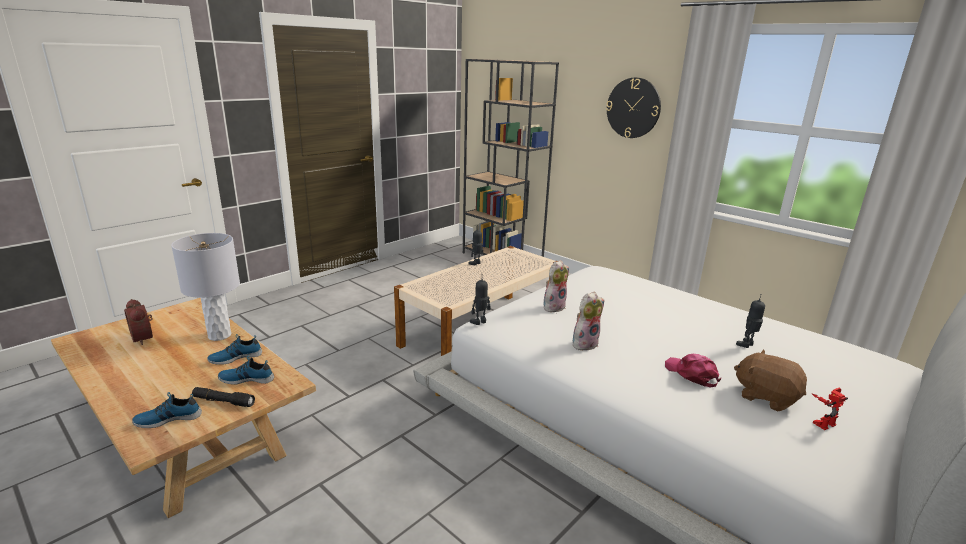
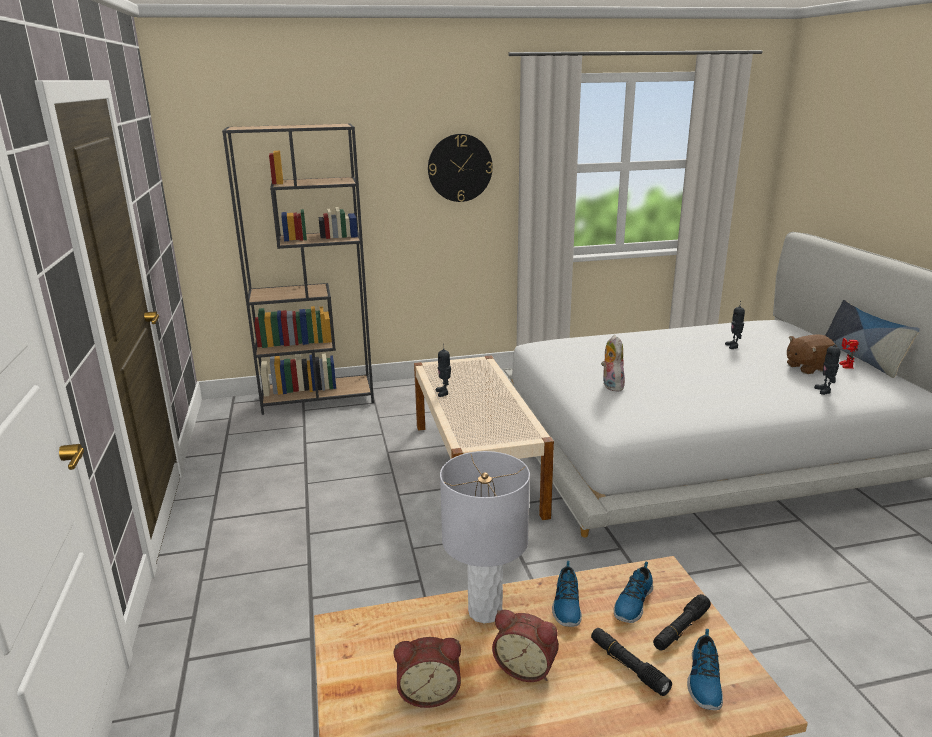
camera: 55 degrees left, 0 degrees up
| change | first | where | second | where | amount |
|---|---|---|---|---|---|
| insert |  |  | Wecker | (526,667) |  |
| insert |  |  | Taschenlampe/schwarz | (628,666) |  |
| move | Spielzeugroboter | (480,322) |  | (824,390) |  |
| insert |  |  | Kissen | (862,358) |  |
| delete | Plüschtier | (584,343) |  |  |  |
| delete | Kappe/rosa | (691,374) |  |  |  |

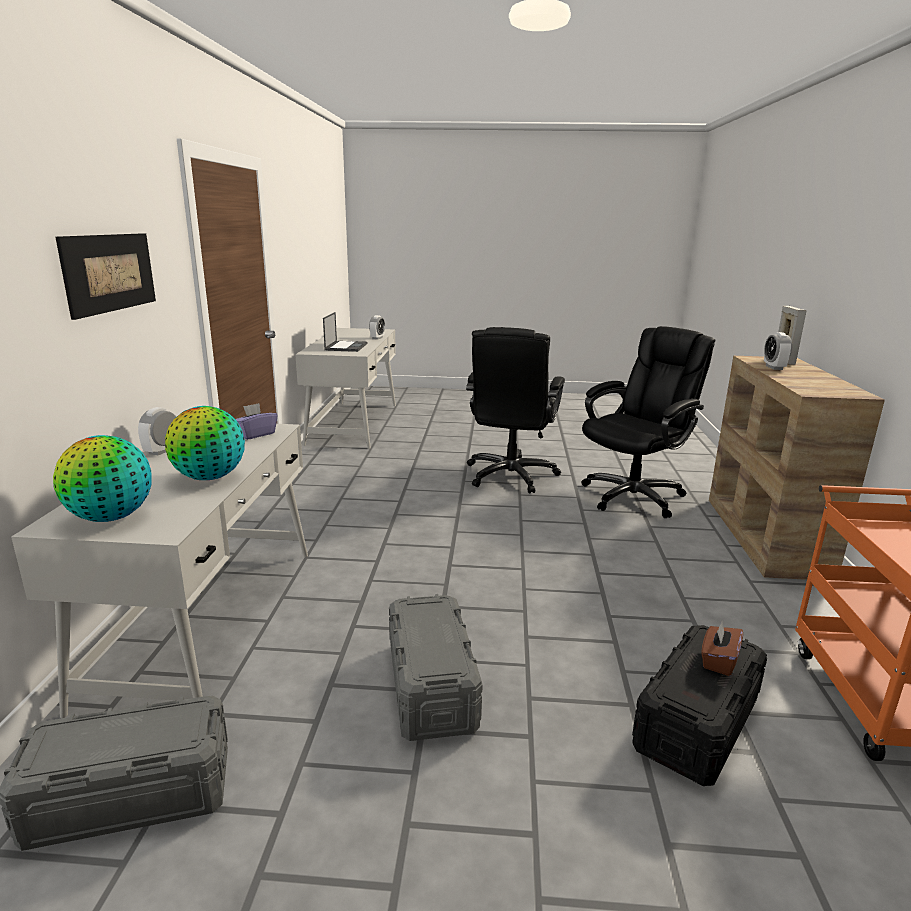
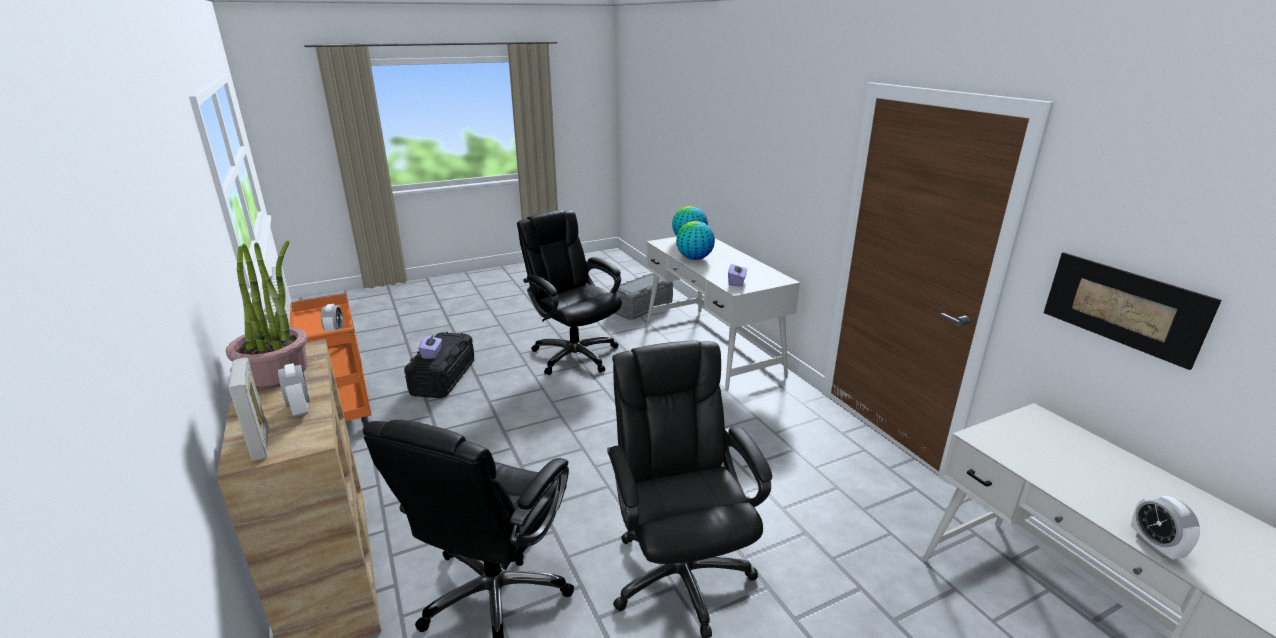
camera: 150 degrees right, 5 degrees up
| change | first | where | second | where | amount |
|---|---|---|---|---|---|
| insert |  |  | Topfpflanze | (276,370) |  |
| move | Wecker | (162,451) |  | (335,334) |  |
| recolor | Taschentuchbox/braun | (718,661) | Taschentuchbox/lila | (432,354) |  |
| replace | Aufbewahrungsbox/grau | (431,686) | Bürostuhl/schwarz | (574,355) |  |
| move | Bild | (110,272) |  | (1123,306) |  |
| delete | Laptop | (346,347) |  |  |  |

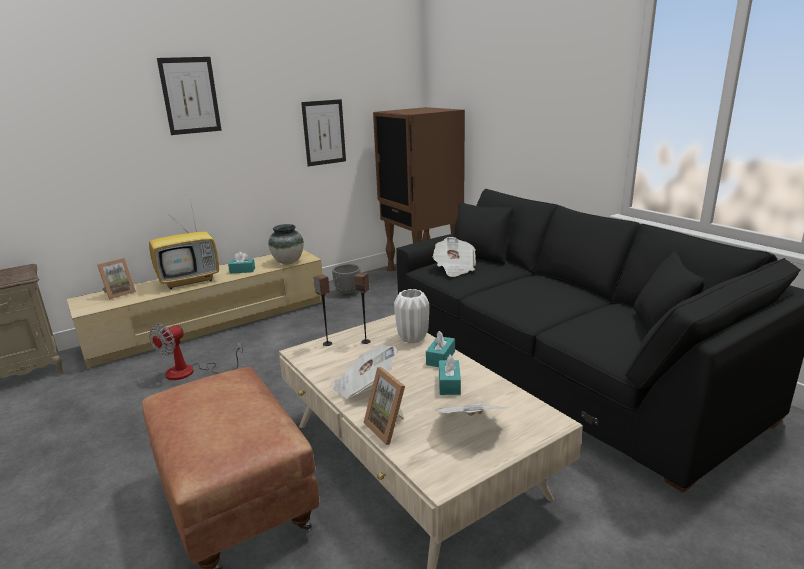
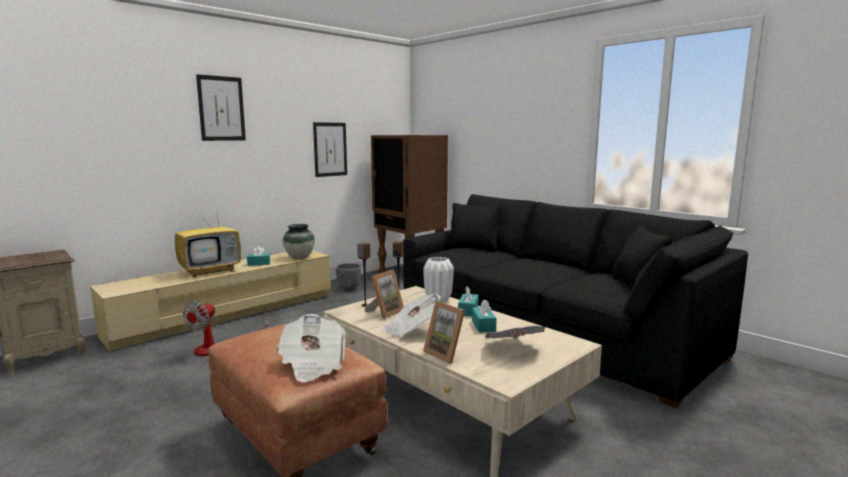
camera: 10 degrees left, 10 degrees down
| change | first | where | second | where | amount |
|---|---|---|---|---|---|
| move | Zeitung | (454,268) |  | (312,365) |  |
| move | Bilderrahmen | (119,293) |  | (385,312) |  |

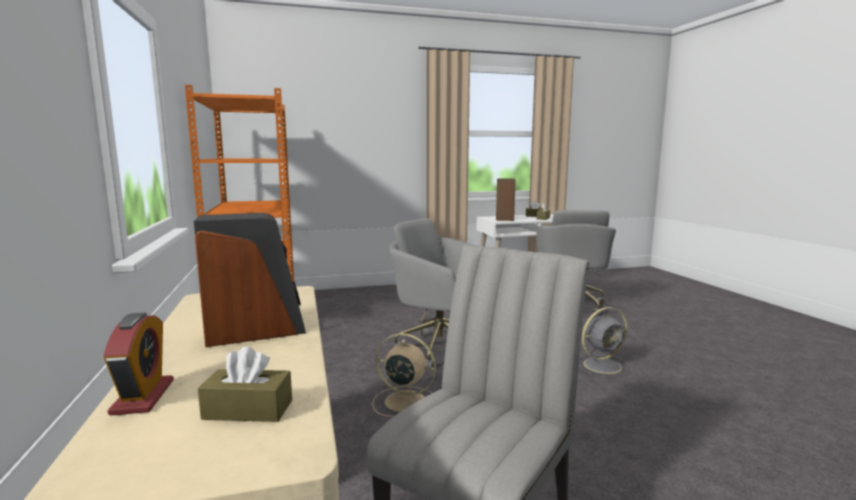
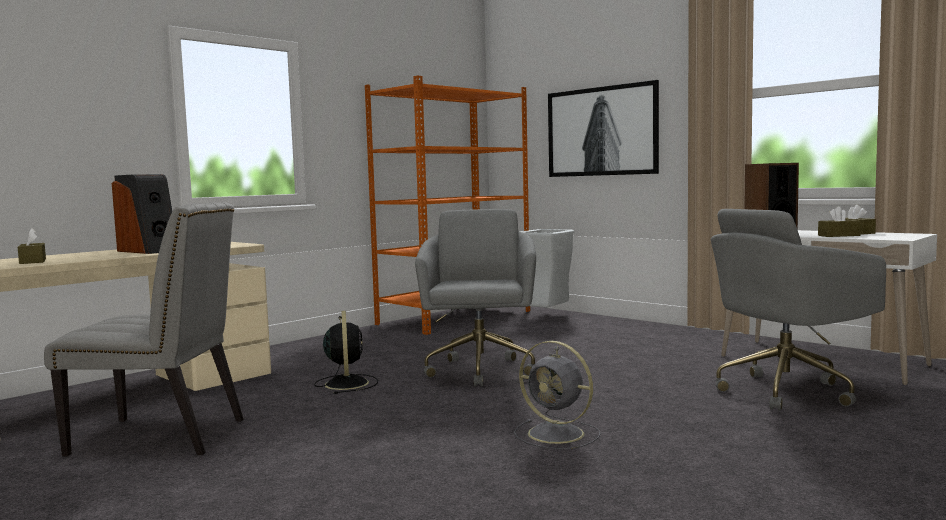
camera: 60 degrees right, 5 degrees down
| change | first | where | second | where | amount |
|---|---|---|---|---|---|
| recolor | Ventilator/beige | (403,401) | Ventilator/schwarz | (346,383) |  |
| insert |  |  | Mülleimer/grau | (547,316) |  |
| insert |  |  | Bild | (602,131) |  |
| delete | Wecker | (143,397) |  |  |  |

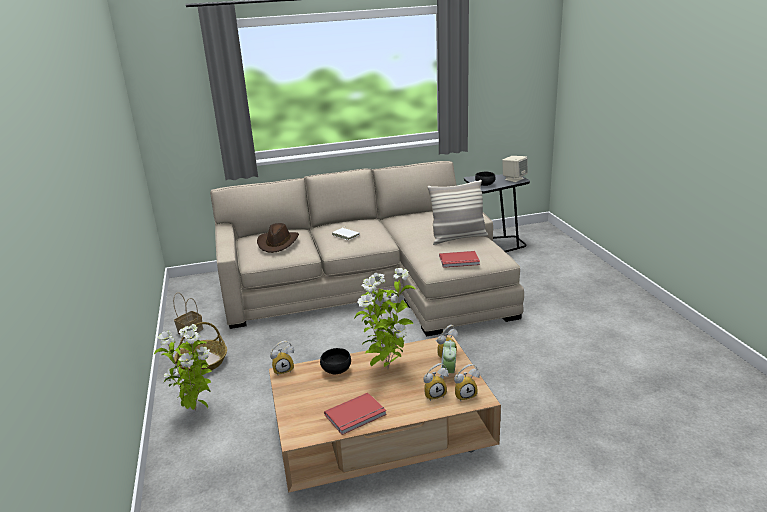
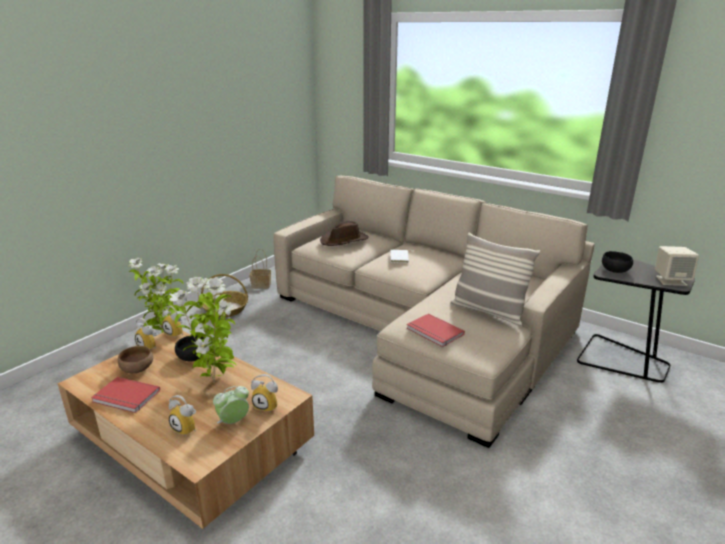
camera: 50 degrees right, 0 degrees up
| change | first | where | second | where | amount |
|---|---|---|---|---|---|
| insert |  |  | Schüssel/braun | (138,369) |  |
| move | Wecker | (465,394) |  | (150,347) |  |

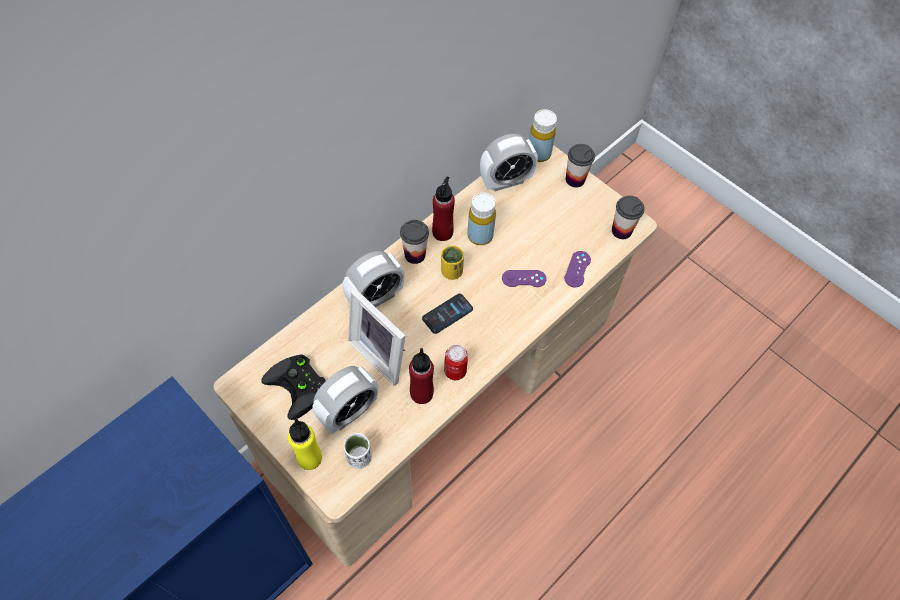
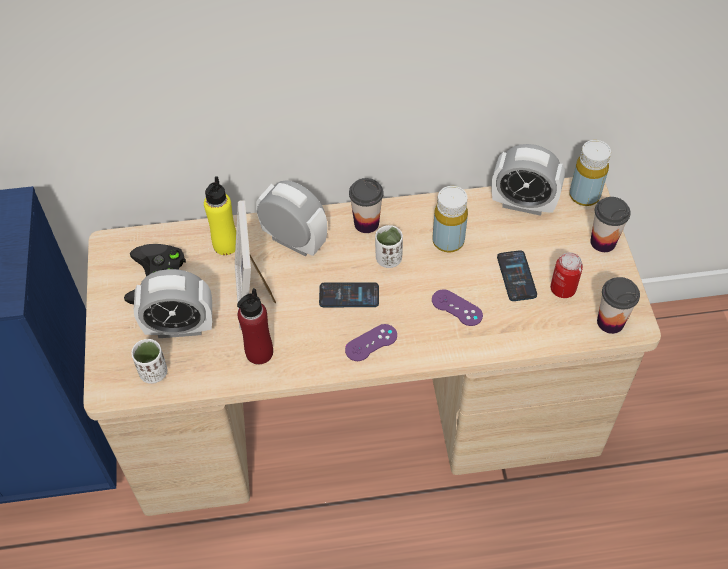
camera: 40 degrees right, 5 degrees down
| change | first | where | second | where | amount |
|---|---|---|---|---|---|
| move | Flasche/gelb | (309,458) |  | (225,245) |  |
| rotate | Wecker | (375,298) |  | (294,241) | 150 degrees counterclockwise |
| move | Gamepad/lila | (577,269) |  | (371,343) |  |
| recolor | Tasse/gelb | (451,272) | Tasse/weiß | (388,259) |  |
| insert |  |  | Handy | (516,276) |  |
| move | Dose | (455,371) |  | (562,289) |  |
| delete | Flasche/rot | (442,232) |  |  |  |

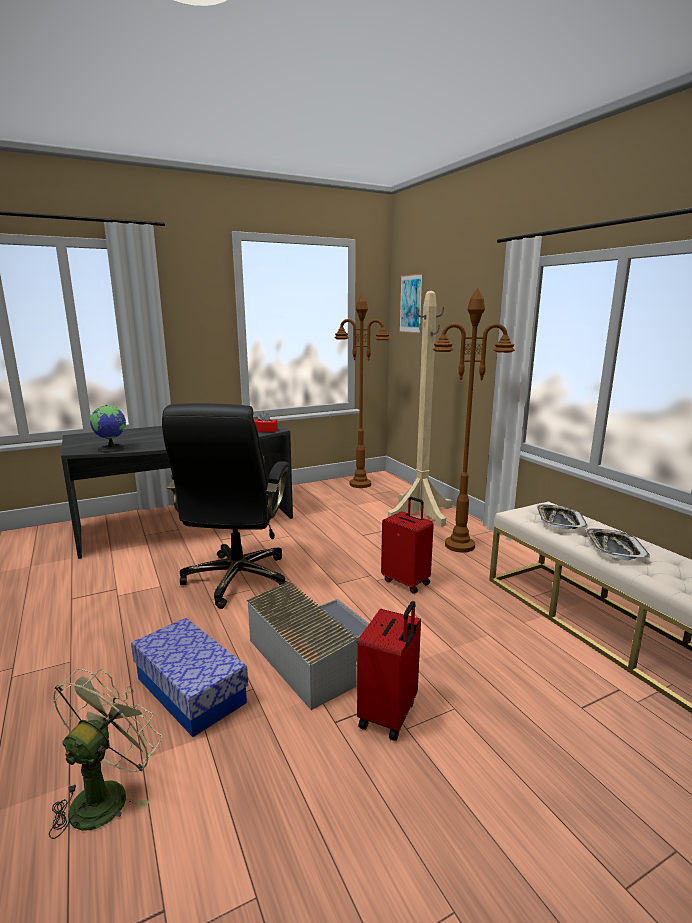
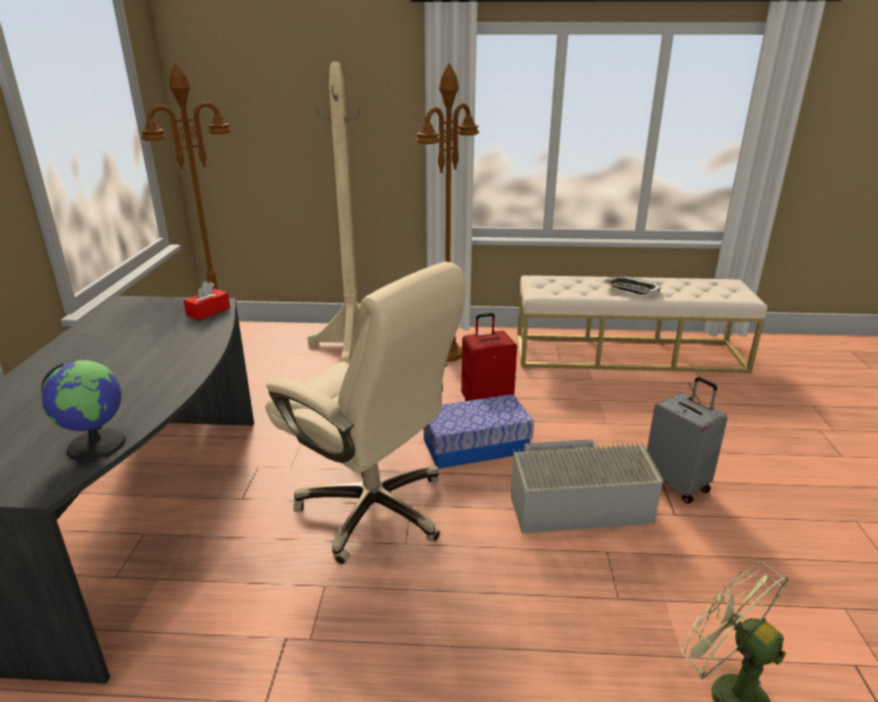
camera: 60 degrees left, 10 degrees up
| change | first | where | second | where | amount |
|---|---|---|---|---|---|
| recolor | Bürostuhl/schwarz | (238,577) | Bürostuhl/beige | (370,508) |  |
| move | Aufbewahrungsbox | (191,690) |  | (475,446) |  |
| recolor | Koffer/rot | (389,715) | Koffer/grau | (677,484) |  |
| delete | Bild | (411,304) |  |  |  |
| delete | Tablett | (559,521) |  |  |  |

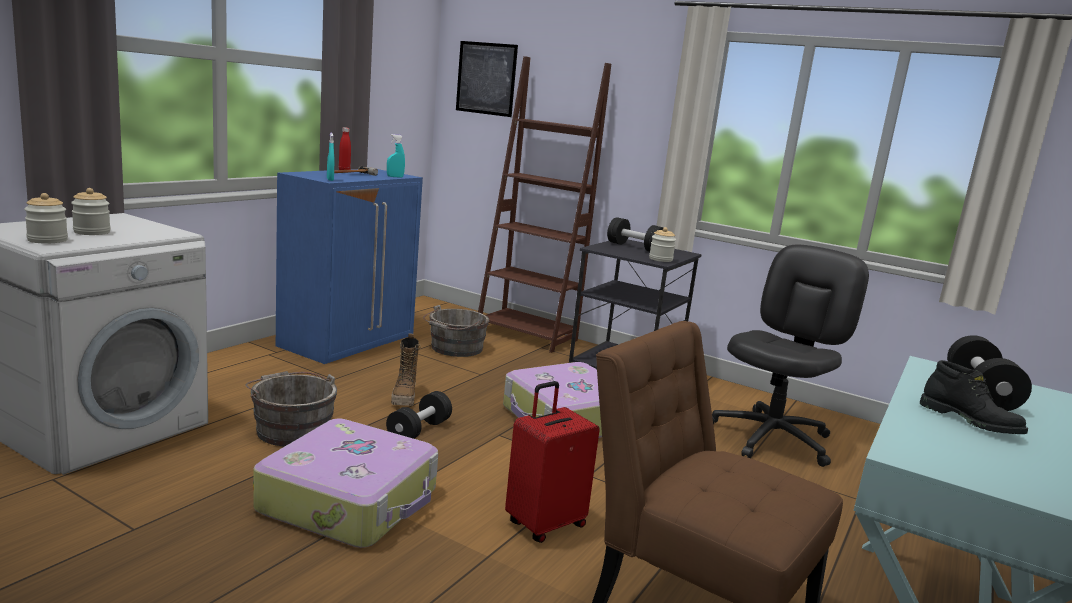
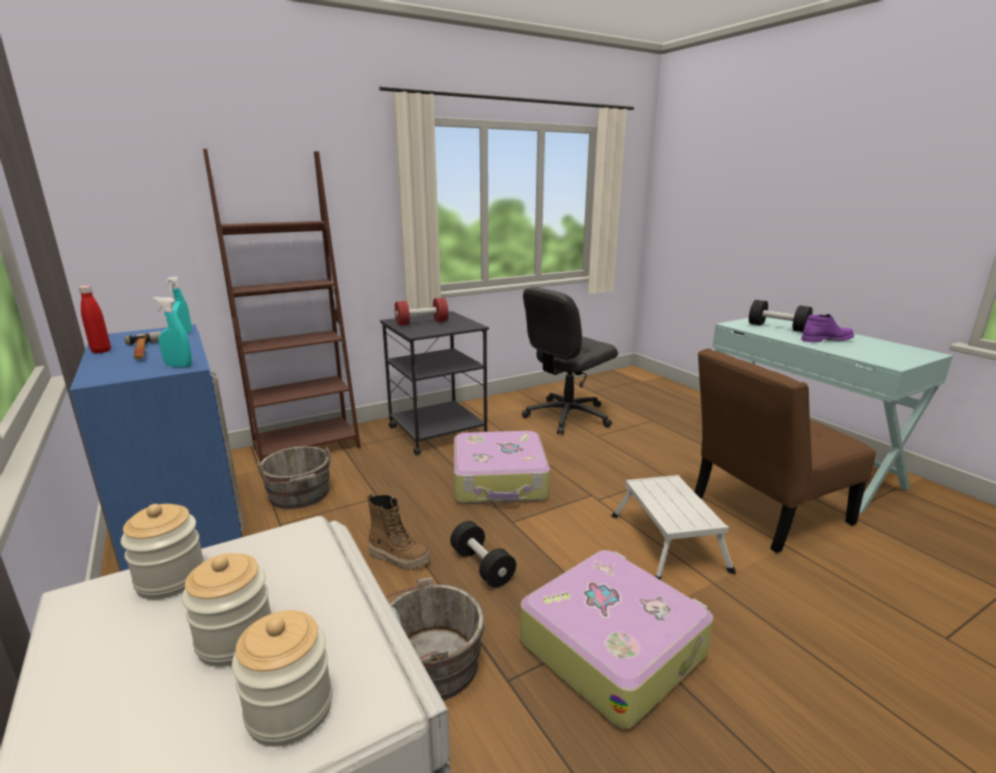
camera: 60 degrees left, 5 degrees up
| change | first | where | second | where | amount |
|---|---|---|---|---|---|
| move | Vorratsglas | (660,259) |  | (171,579) |  |
| recolor | Hantel/schwarz | (635,248) | Hantel/rot | (422,323) |  |
| rotate | Bürostuhl/schwarz | (771,438) |  | (567,416) | 105 degrees counterclockwise |
| replace | Koffer/rot | (544,524) | Trittleiter/weiß | (668,541) |  |
| recolor | Stiefel/schwarz | (971,421) | Stiefel/lila | (826,340) |  |
| delete | Bild | (486,78) |  |  |  |

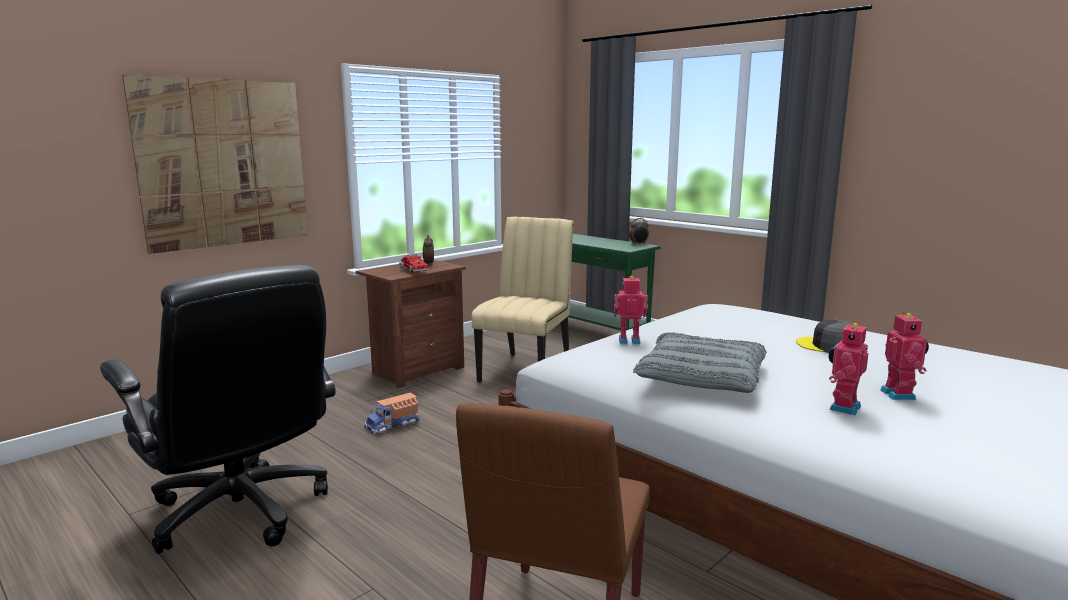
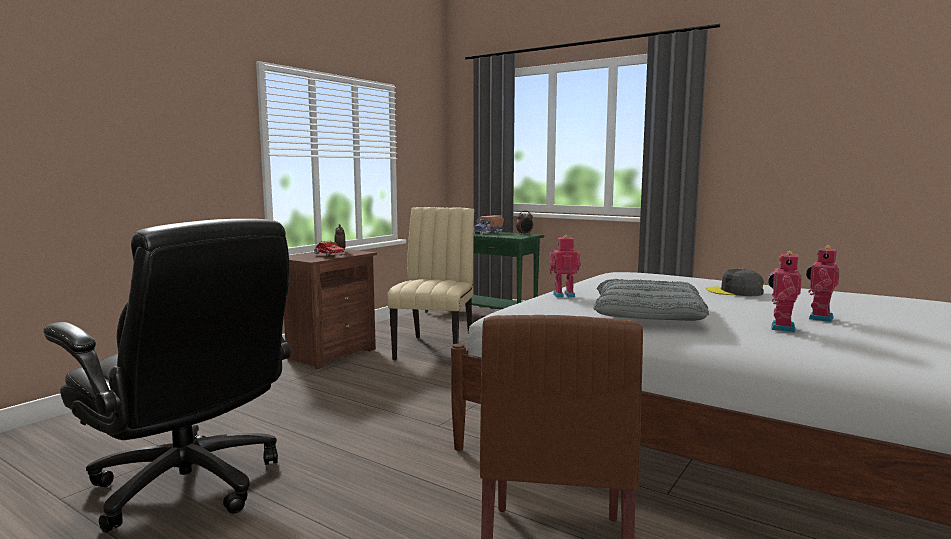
camera: 10 degrees left, 5 degrees down
| change | first | where | second | where | amount |
|---|---|---|---|---|---|
| move | Spielzeuglaster | (393,425) |  | (488,233) |  |
| rotate | Spielzeugroboter | (900,394) |  | (818,318) | 135 degrees counterclockwise |
| delete | Bild | (224,163) |  |  |  |

